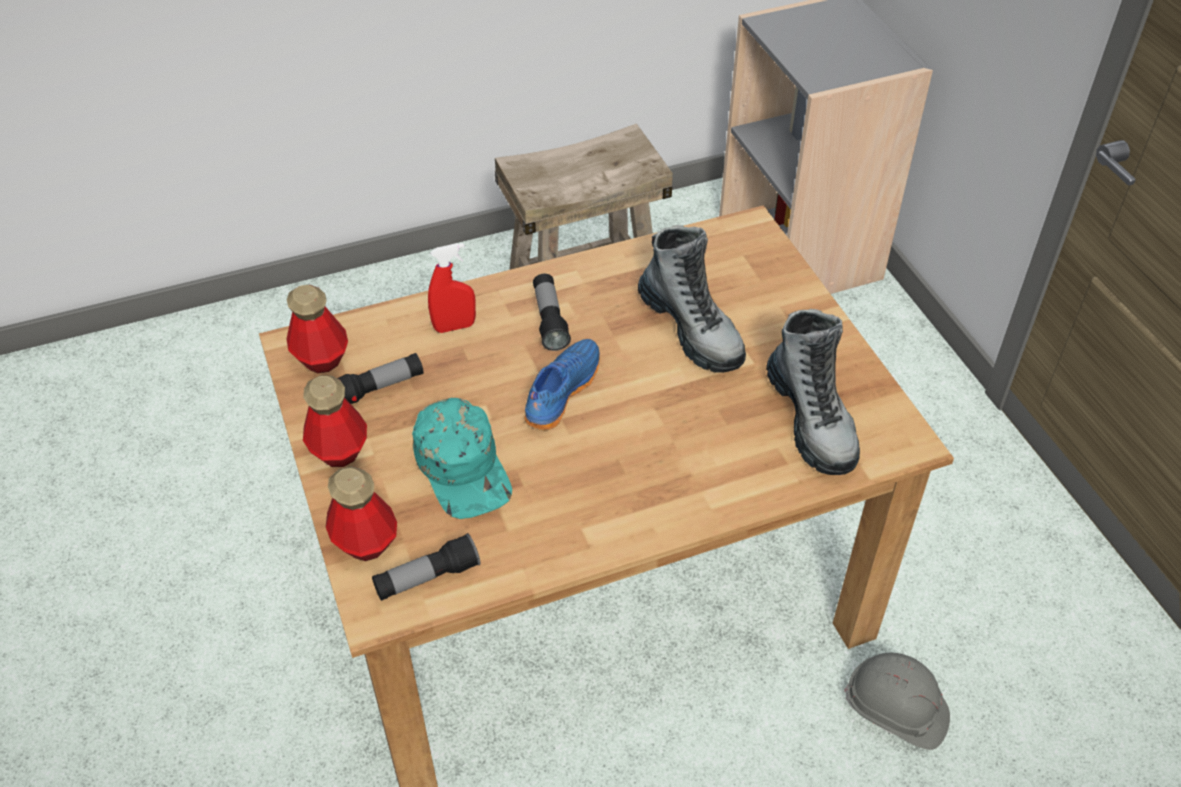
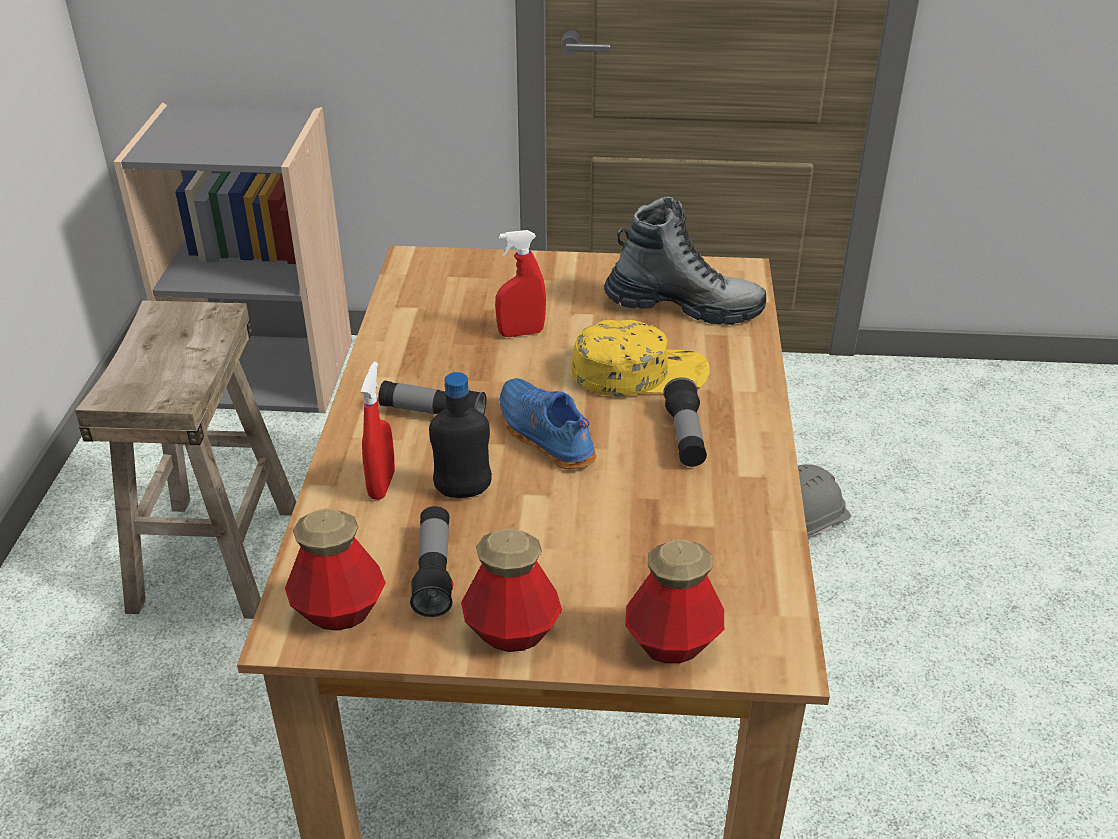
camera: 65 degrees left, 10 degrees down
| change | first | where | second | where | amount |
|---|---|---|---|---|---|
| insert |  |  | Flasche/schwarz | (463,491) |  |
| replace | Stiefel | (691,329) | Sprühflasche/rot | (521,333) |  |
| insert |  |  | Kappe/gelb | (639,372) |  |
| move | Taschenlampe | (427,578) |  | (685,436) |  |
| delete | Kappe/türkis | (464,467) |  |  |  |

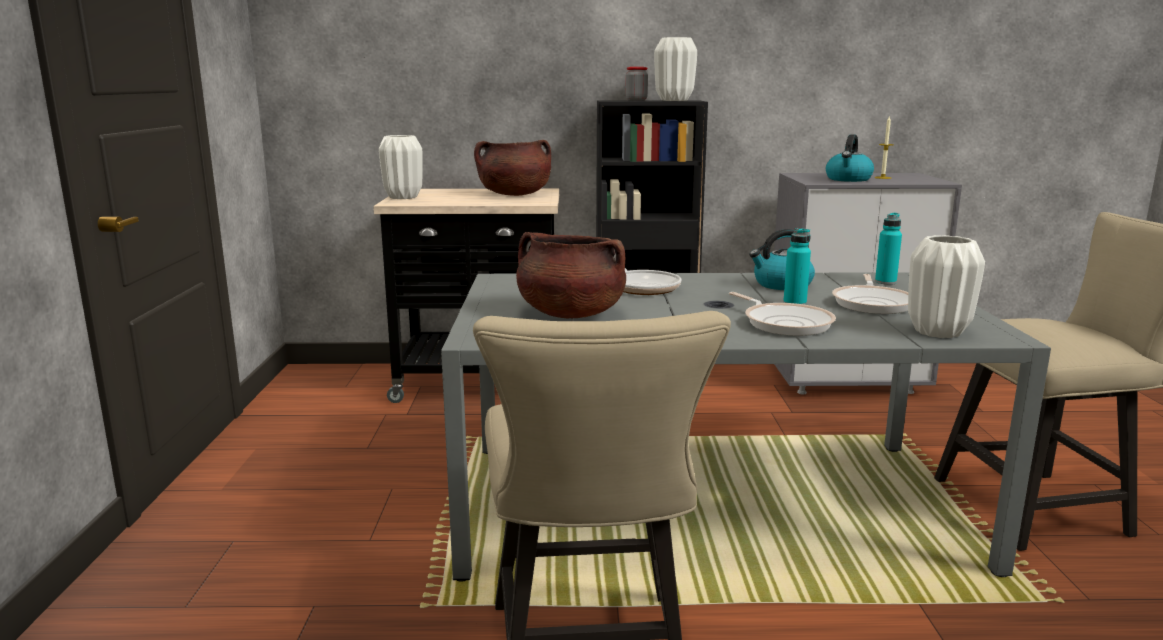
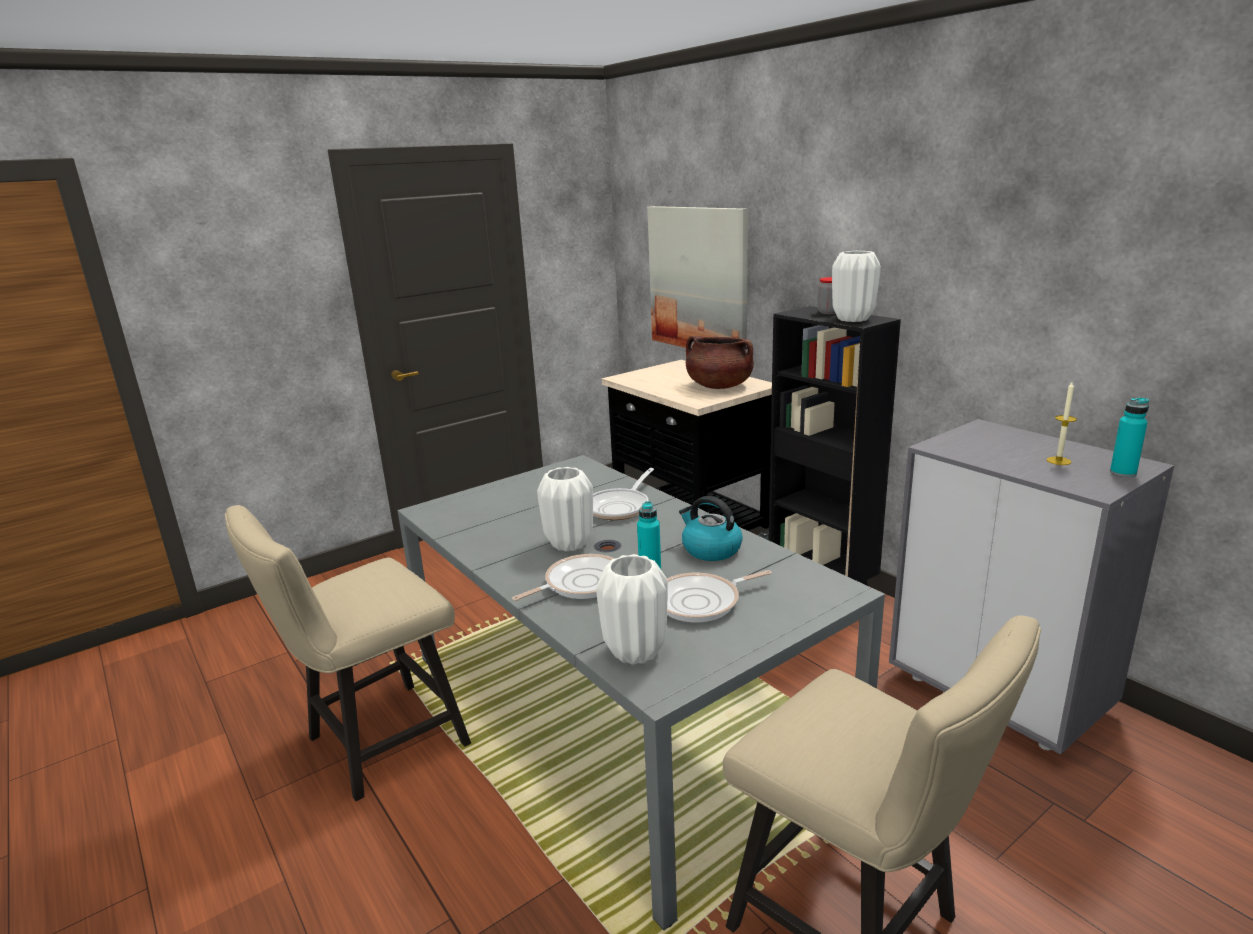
camera: 55 degrees right, 5 degrees up
| change | first | where | second | where | amount |
|---|---|---|---|---|---|
| rotate | Pfanne | (785,323) |  | (580,583) | 150 degrees counterclockwise |
| move | Vase/weiß | (403,197) |  | (570,544) |  |
| insert |  |  | Bild | (698,280) |  |
| move | Flasche/türkis | (885,282) |  | (1123,473) |  |
| delete | Kochtopf/braun | (570,314) |  |  |  |
| delete | Wasserkessel | (848,179) |  |  |  |

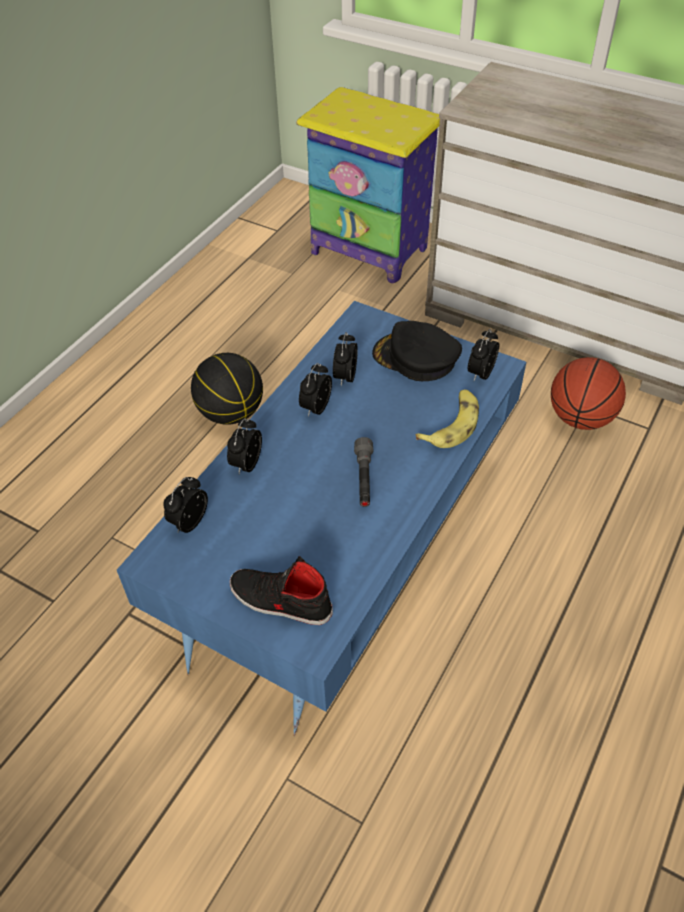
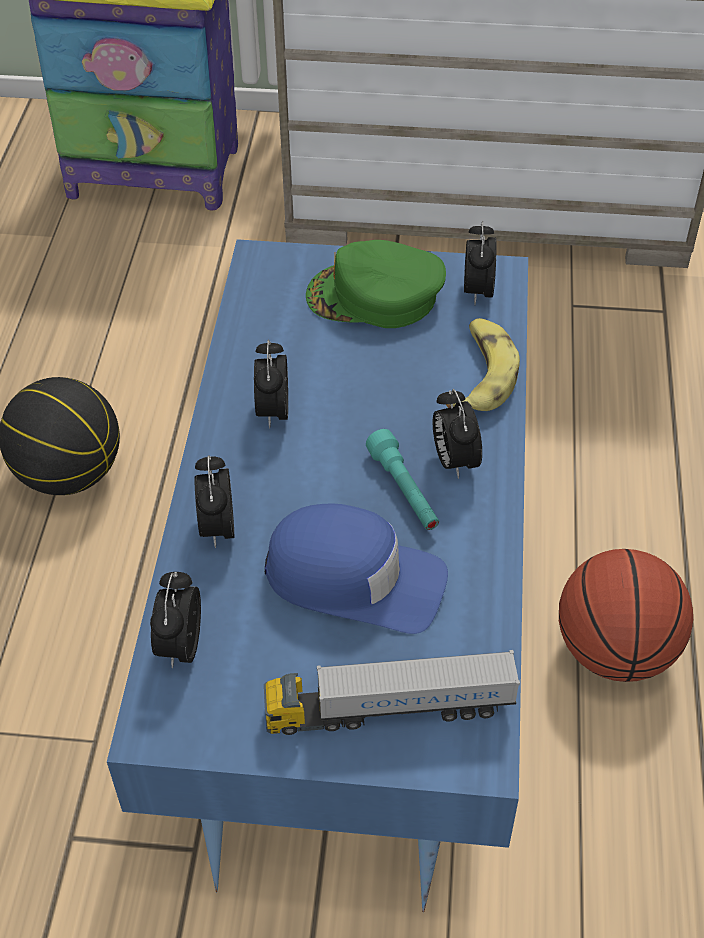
camera: 25 degrees left, 0 degrees up
| change | first | where | second | where | amount |
|---|---|---|---|---|---|
| replace | Schuh/schwarz | (280,601) | Spielzeuglaster | (389,710) |  |
| insert |  |  | Kappe/blau | (355,578) |  |
| recolor | Kappe/schwarz | (415,358) | Kappe/grün | (375,296) |  |
| recolor | Taschenlampe/grau | (364,479) | Taschenlampe/türkis | (404,490) |  |
| move | Wecker | (345,377) |  | (454,460) |  |
| move | Basketball | (580,418) |  | (615,651) |  |

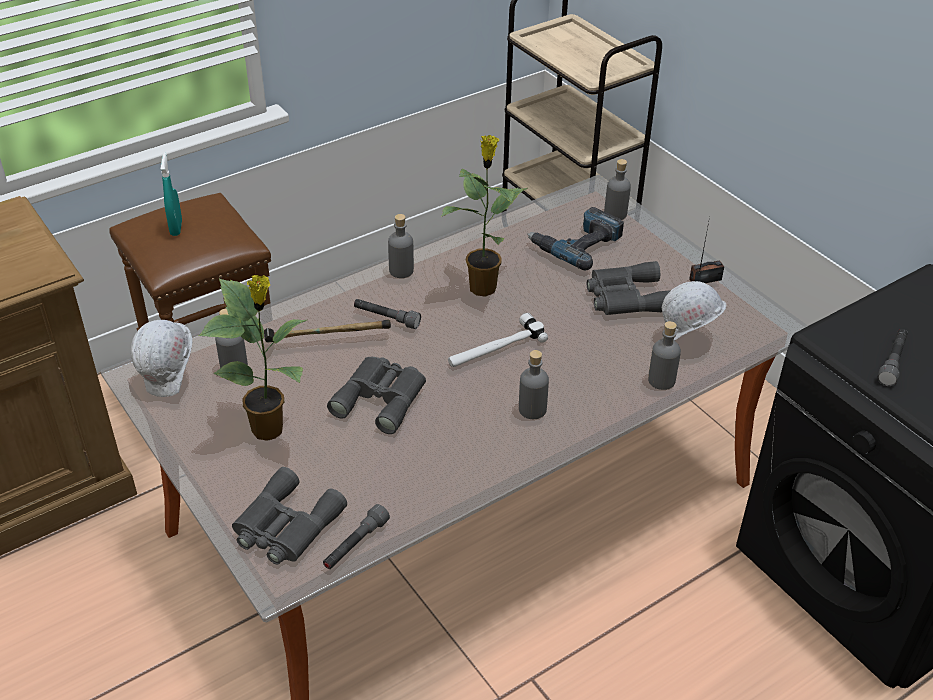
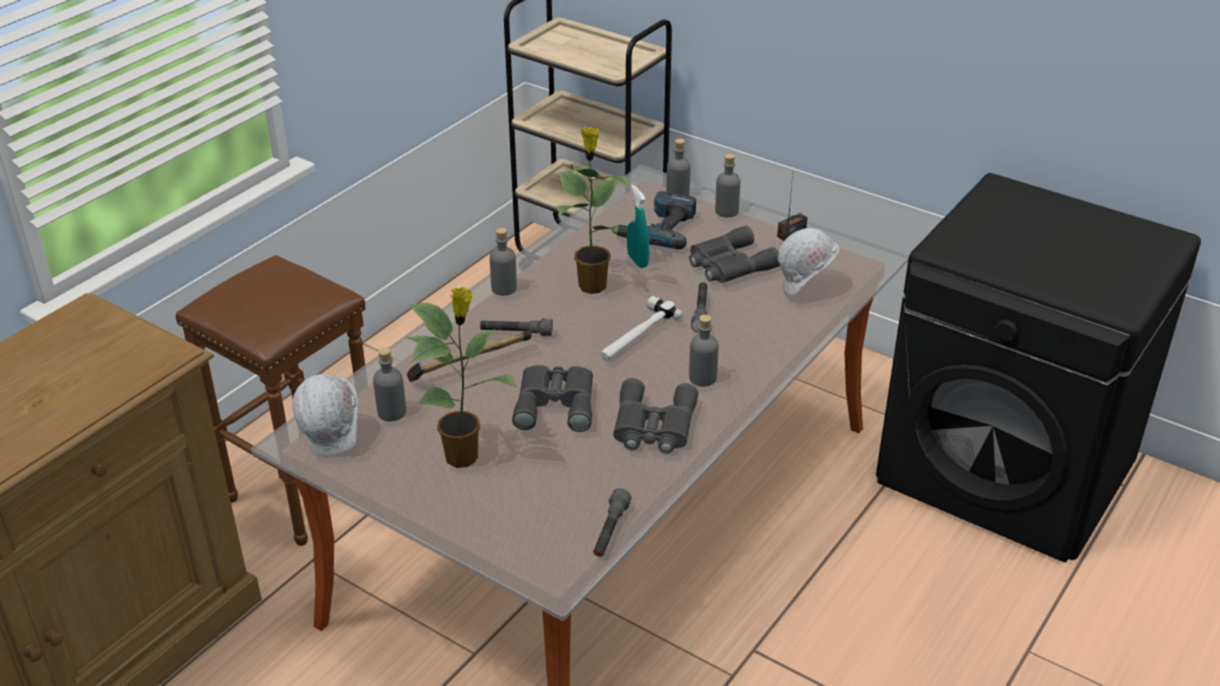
camera: 20 degrees left, 5 degrees down
| change | first | where | second | where | amount |
|---|---|---|---|---|---|
| move | Fernglas/grau | (285,526) |  | (653,426) |  |
| move | Sprühflasche/türkis | (176,228) |  | (637,261) |  |
| move | Taschenlampe/grau | (892,362) |  | (701,312) |  |
| move | Flasche/grau | (661,380) |  | (726,211) |  |

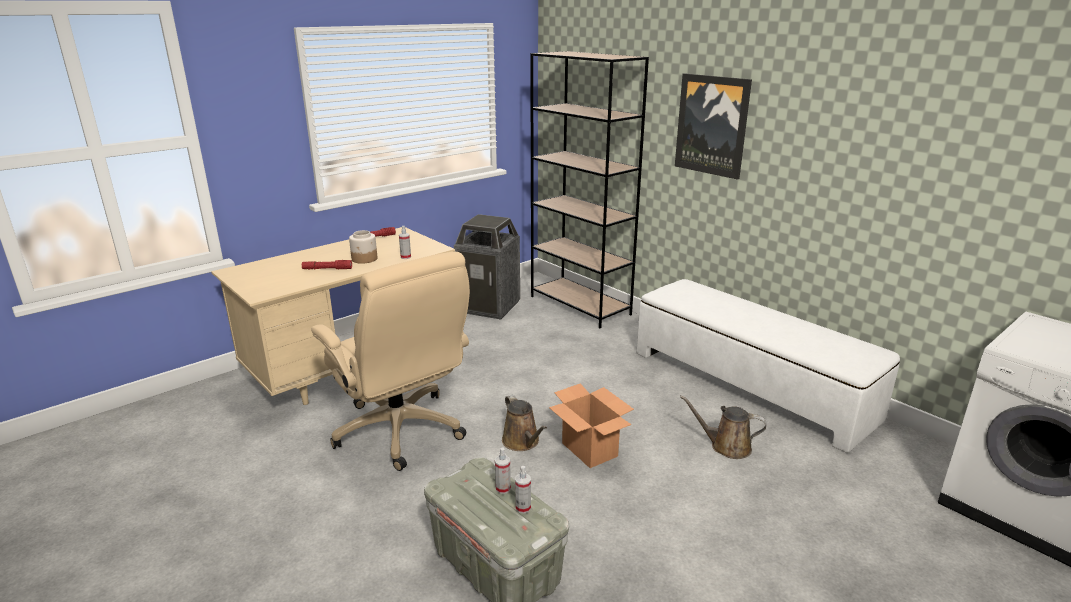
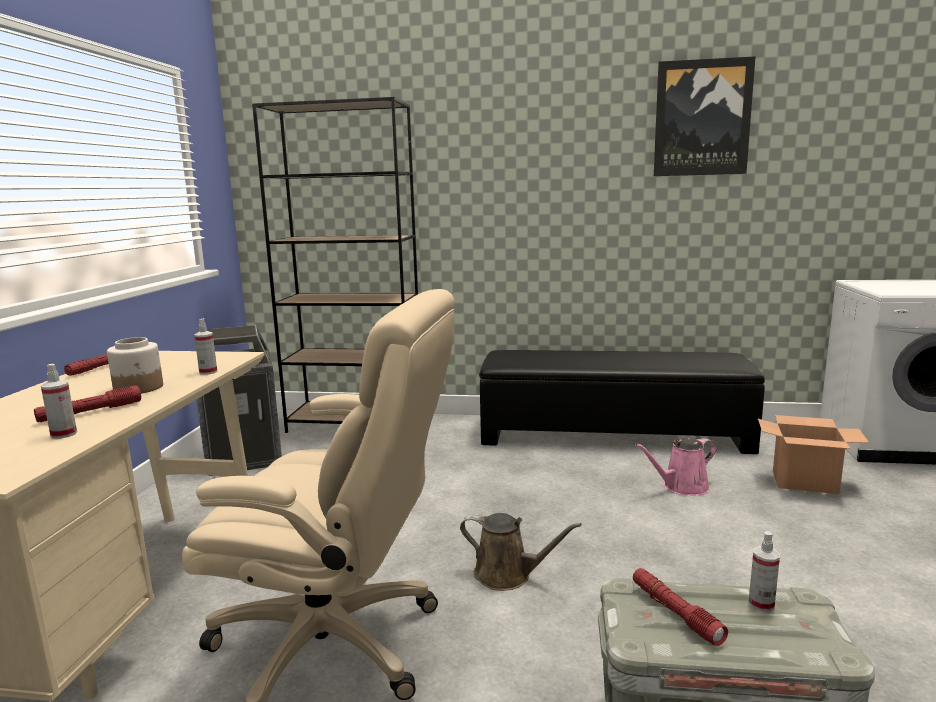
camera: 40 degrees left, 10 degrees down
| change | first | where | second | where | amount |
|---|---|---|---|---|---|
| move | Sprühflasche | (503,488) |  | (64,434) |  |
| recolor | Bank/weiß | (751,384) | Bank/schwarz | (613,434) |  |
| insert |  |  | Taschenlampe/rot | (675,612) |  |
| recolor | Gießkanne/braun | (726,446) | Gießkanne/rosa | (682,487) |  |
| move | Bild | (712,125) |  | (702,118) |  |
| move | Karton | (590,450) |  | (805,482) |  |

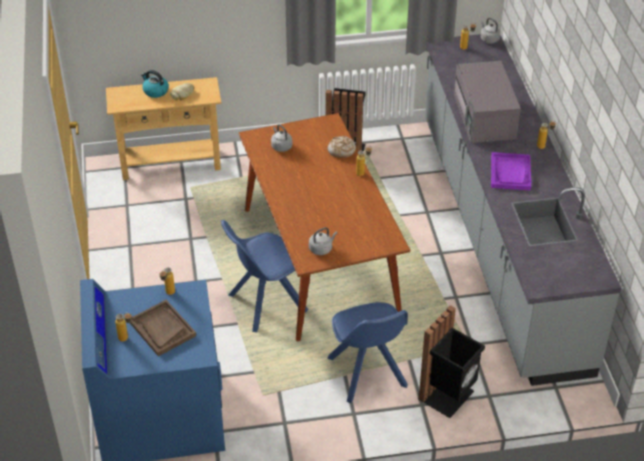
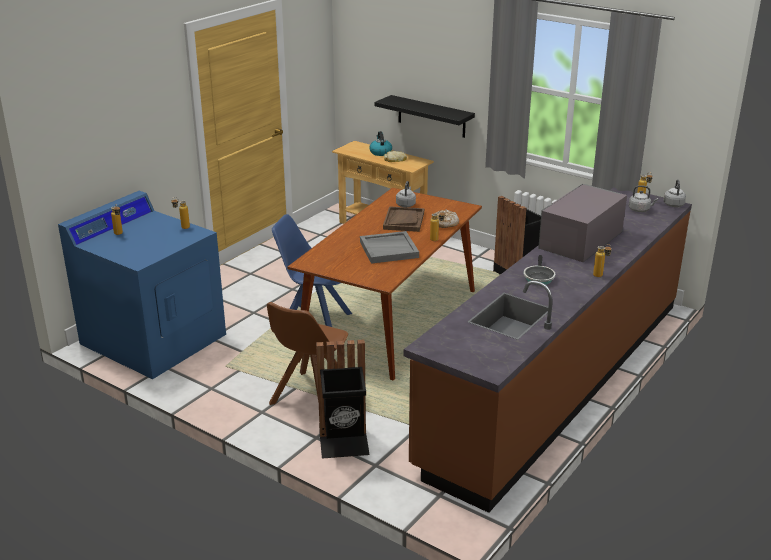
camera: 45 degrees right, 15 degrees down
| change | first | where | second | where | amount |
|---|---|---|---|---|---|
| recolor | Stuhl/blau | (367,374) | Stuhl/braun | (311,396) |  |
| insert |  |  | Tablett/grau | (389,249) |  |
| insert |  |  | Wandregal/schwarz | (431,116) |  |
| move | Tablett/braun | (162,329) |  | (403,220) |  |
| recolor | Küchenzeile/grau | (499,238) | Küchenzeile/braun | (556,379) |  |
| replace | Tablett/lila | (510,173) | Pfanne | (538,277) |  |
| move | Wasserkessel/grau | (321,249) |  | (640,210) |  |

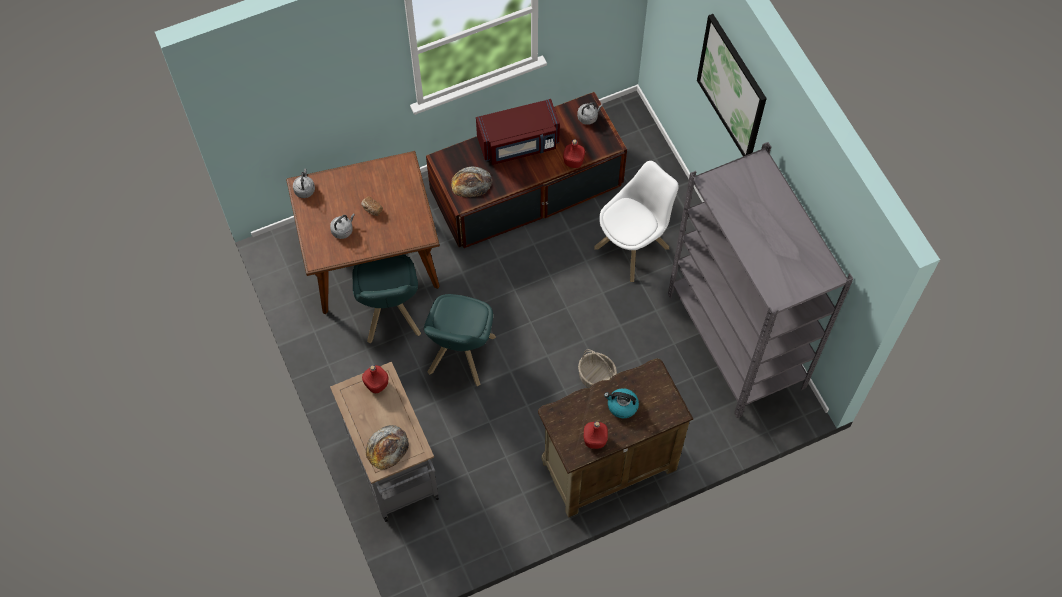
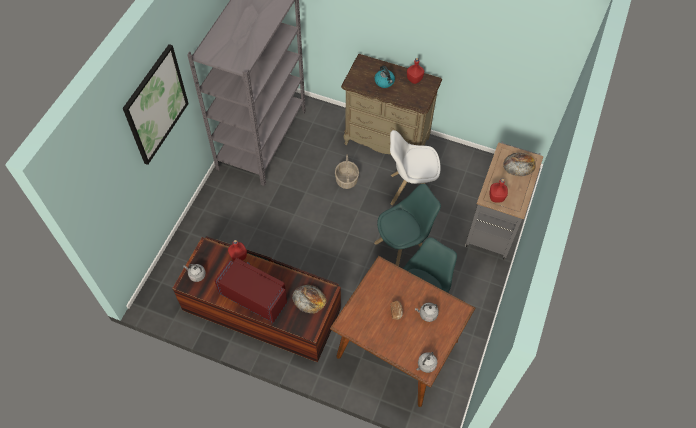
camera: 135 degrees left, 5 degrees down
| change | first | where | second | where | amount |
|---|---|---|---|---|---|
| move | Stuhl/weiß | (633,248) |  | (410,190) |  |

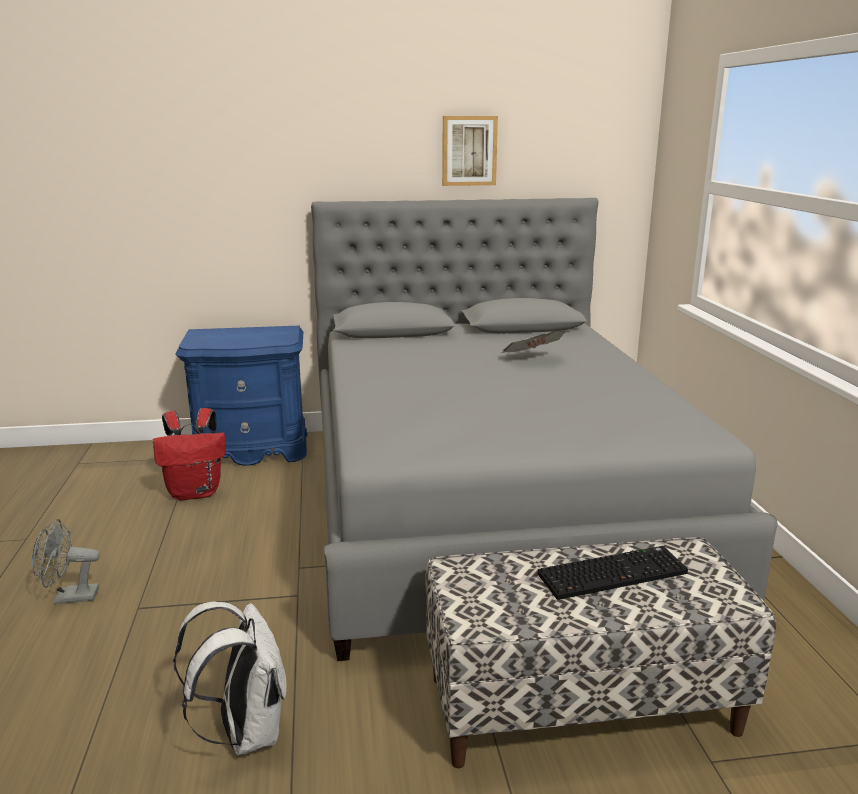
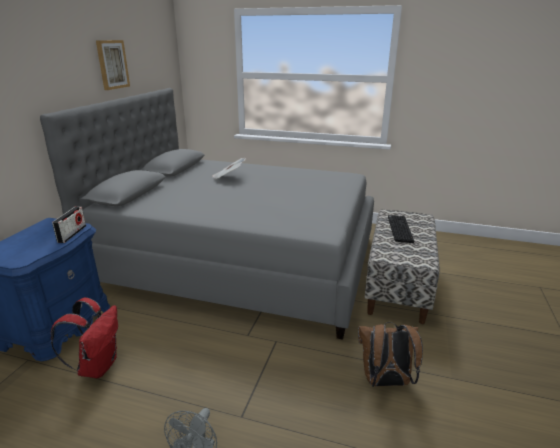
camera: 65 degrees left, 5 degrees up
| change | first | where | second | where | amount |
|---|---|---|---|---|---|
| insert |  |  | Radio | (72,234) |  |
| recolor | Rucksack/weiß | (245,732) | Rucksack/braun | (385,382) |  |

